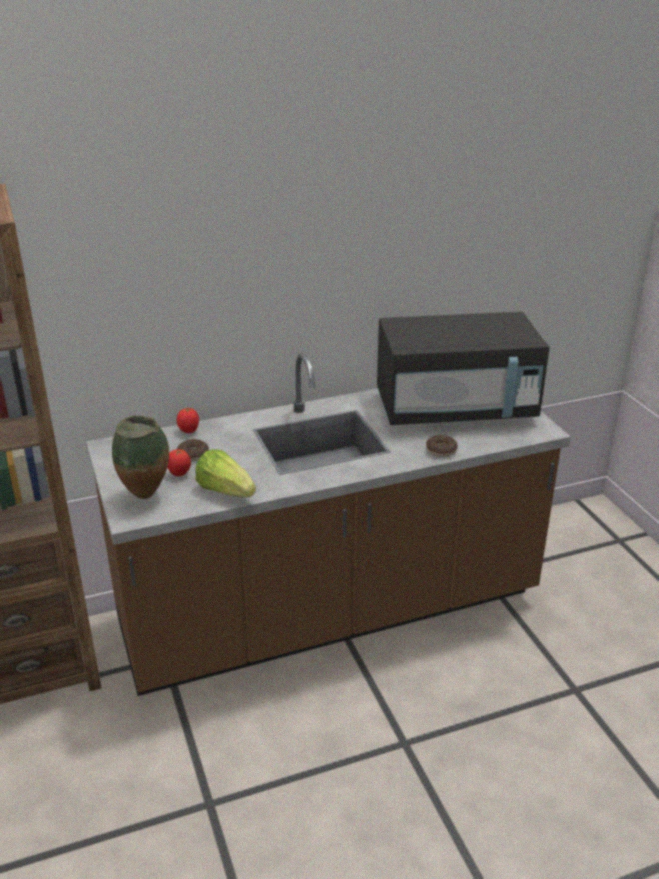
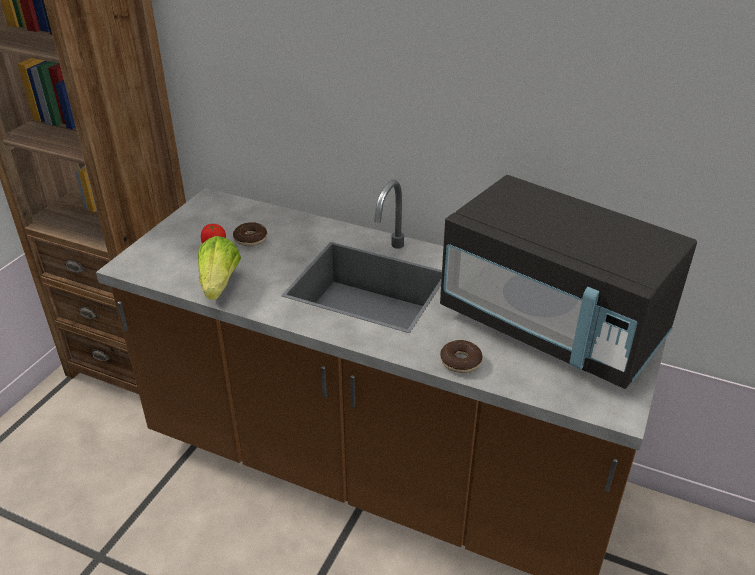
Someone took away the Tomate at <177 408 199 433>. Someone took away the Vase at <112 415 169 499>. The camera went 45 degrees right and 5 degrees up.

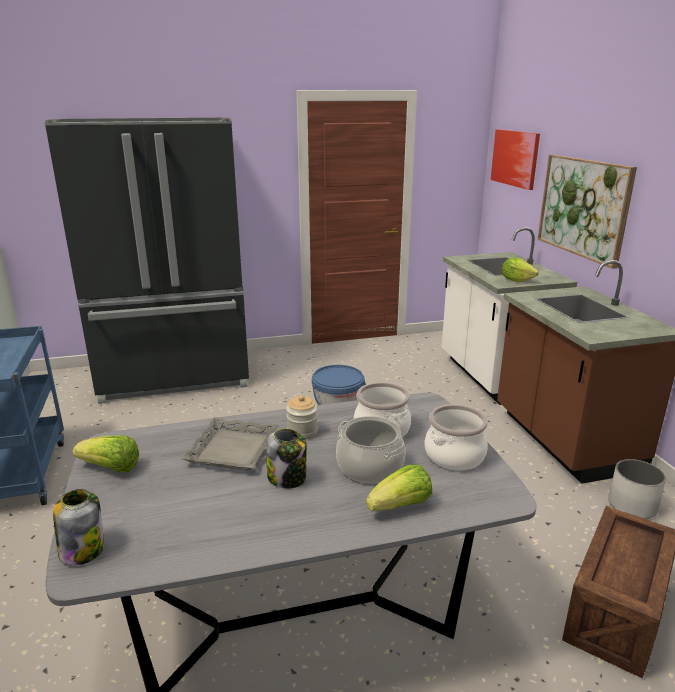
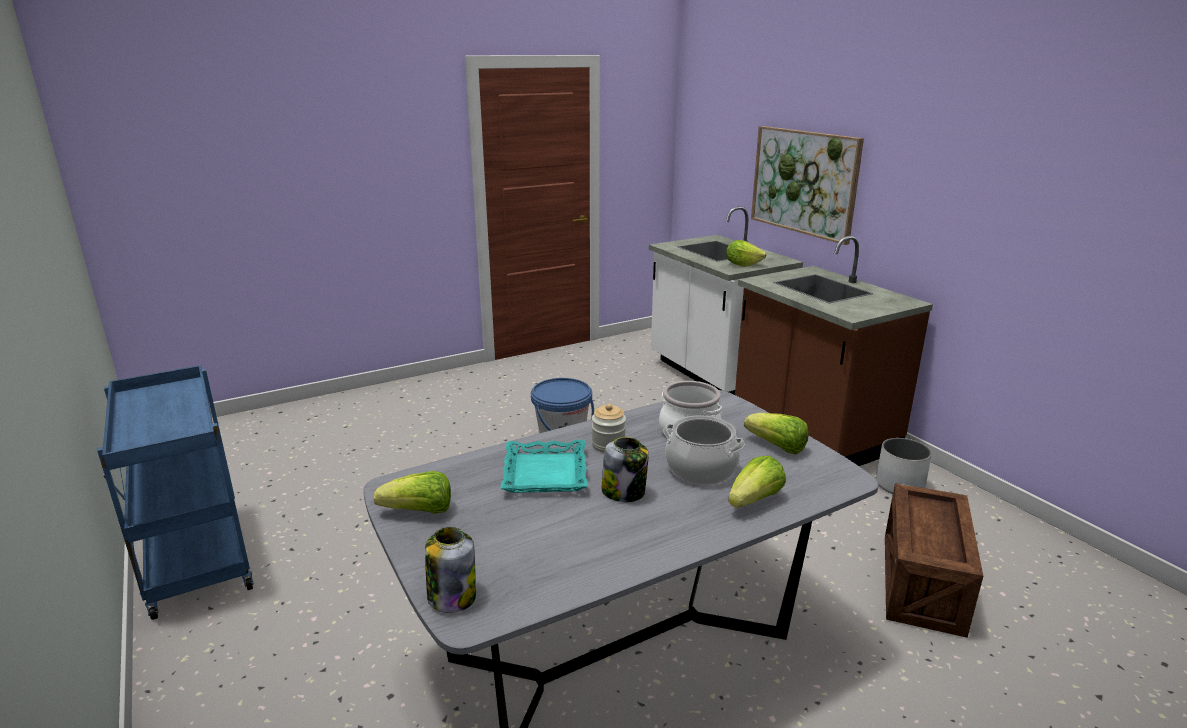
Someone took away the Kühlschrank [schwarz] at <45 118 249 404>. Someone took away the Bild at <491 129 540 190>. Someone swapped the Kochtopf at <425 404 488 470> for the Salatkopf at <744 413 809 455>. Someone repainted the Tablett [grau] at <180 417 279 471>, which became the Tablett [türkis] at <500 440 588 493>. The camera went 15 degrees left and 0 degrees up.

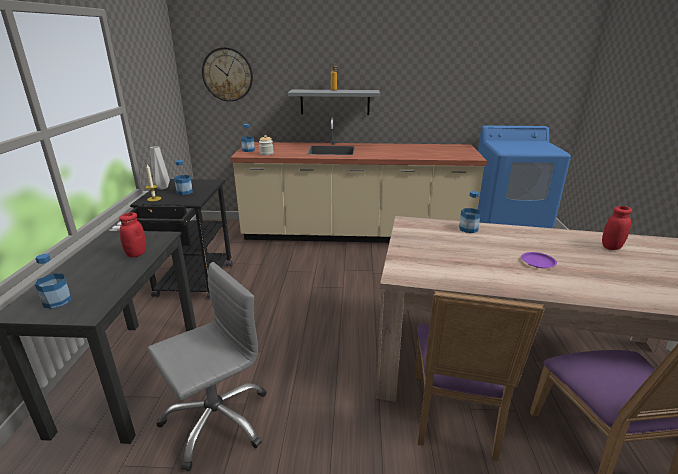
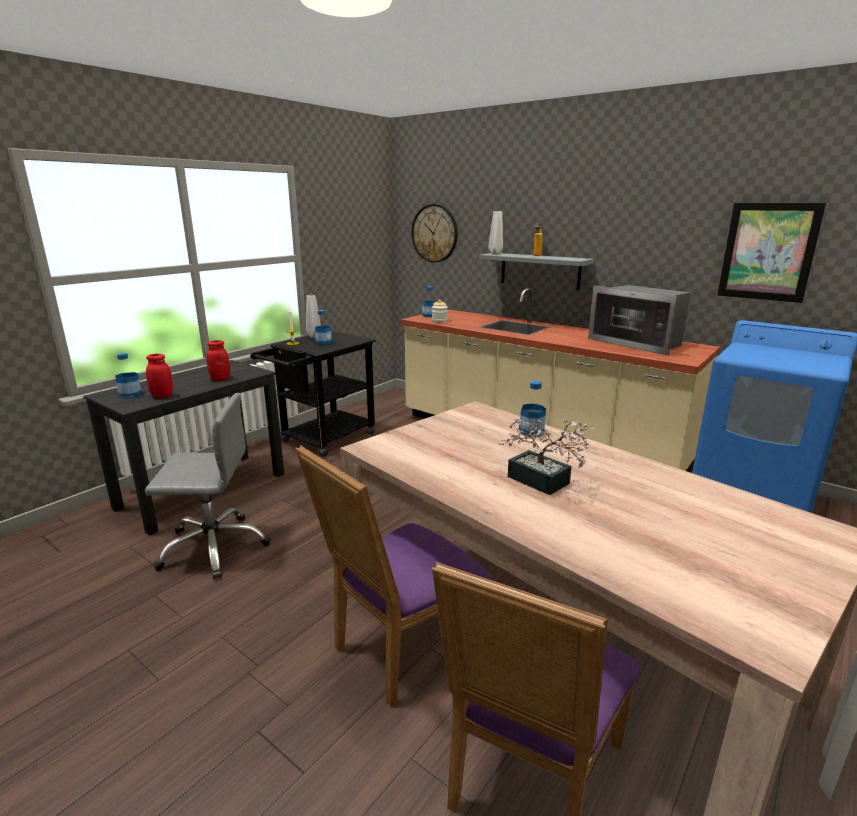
Someone carried the Vorratsglas [rot] from <602 206 632 250> to <146 354 173 398>. Someone swapped the Teller [lila] at <521 252 557 268> for the Topfpflanze at <498 419 595 495>. Someone put up the Bild at <717 202 826 303>. Someone put down the Vase [grau] at <488 211 503 255>. Someone put down the Mikrowelle at <588 285 690 356>. The camera went 35 degrees right and 5 degrees down.

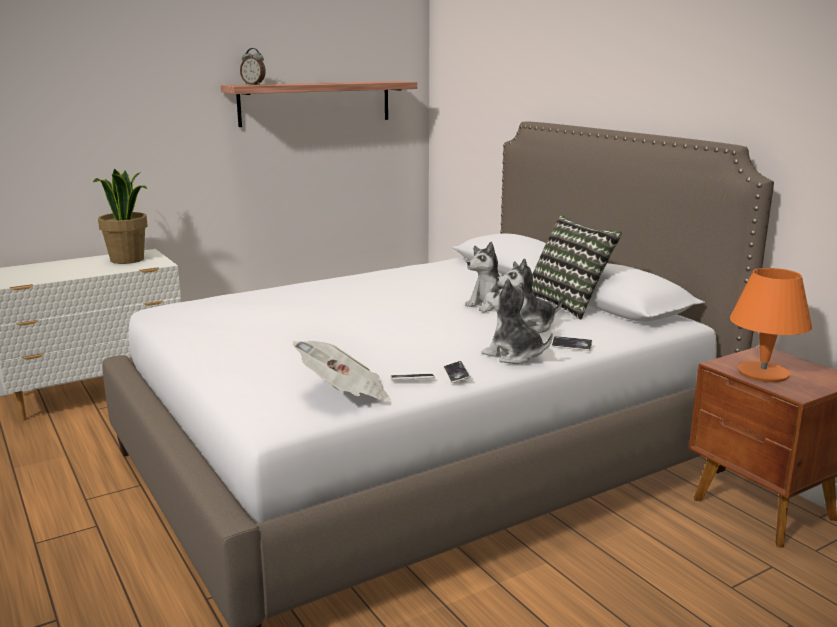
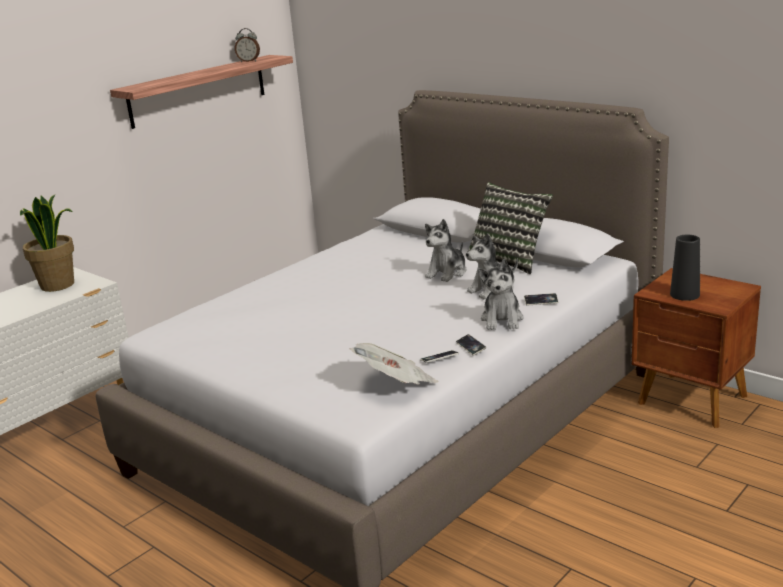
Someone carried the Wecker from <240 48 266 85> to <235 28 260 62>. Someone swapped the Tischlampe [orange] at <730 268 812 383> for the Vase [schwarz] at <670 235 700 301>. Someone rotated the Plüschtier at <481 278 553 364> by 105 degrees counterclockwise. The camera went 15 degrees left and 5 degrees up.

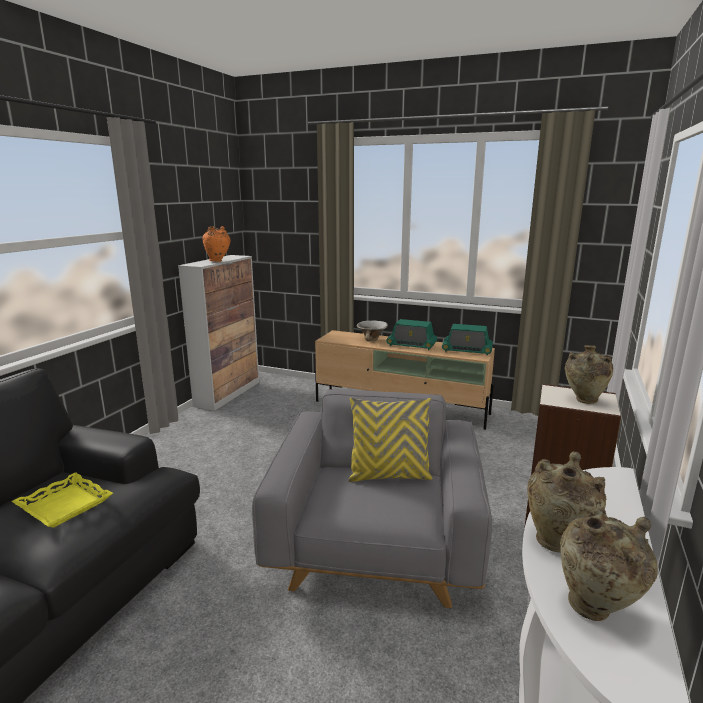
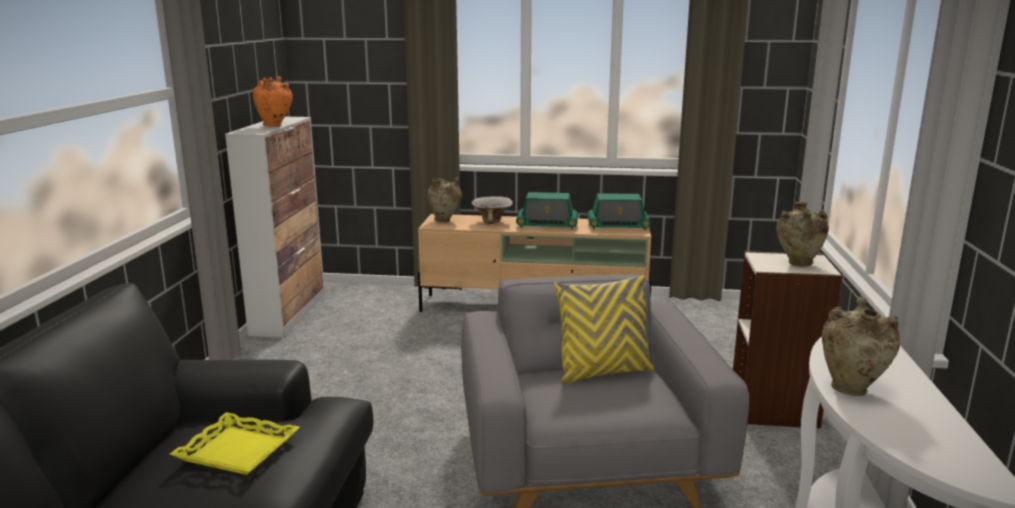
Someone carried the Vase [beige] from <560 506 658 621> to <428 177 462 222>. The camera went 15 degrees left and 0 degrees up.

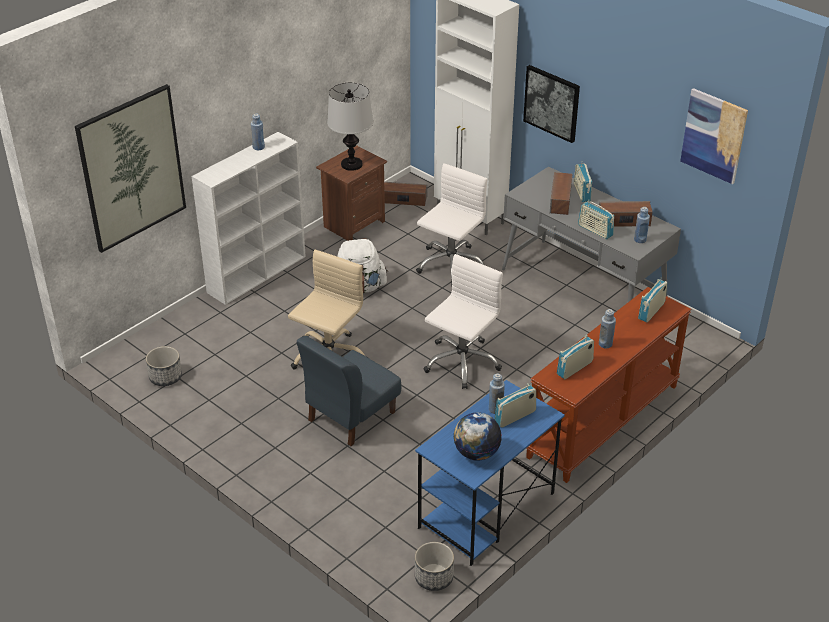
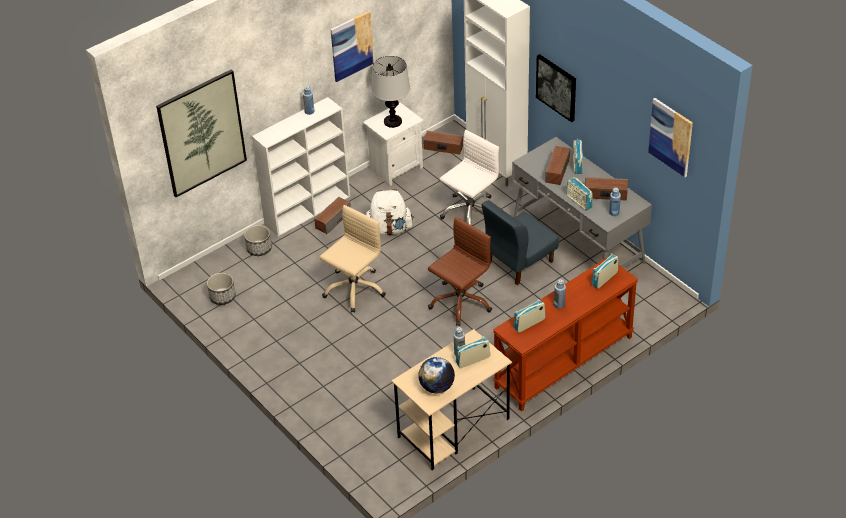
Someone repainted the Nachttisch [braun] at <316 145 387 241>, which became the Nachttisch [weiß] at <363 103 424 186>. Someone repainted the Bürostuhl [weiß] at <423 254 503 389>, which became the Bürostuhl [braun] at <428 217 492 326>. Someone carried the Stuhl [blau] from <297 336 401 446> to <481 200 559 285>. Someone repainted the Schreibtisch [blau] at <415 380 565 566>, which became the Schreibtisch [beige] at <392 329 512 470>. Someone carried the Pflanzkübel from <415 542 454 591> to <244 225 272 256>. Someone put up the Bild at <330 11 374 82>. Someone put down the Lautsprecher at <314 197 351 235>. The camera went 10 degrees right and 5 degrees up.

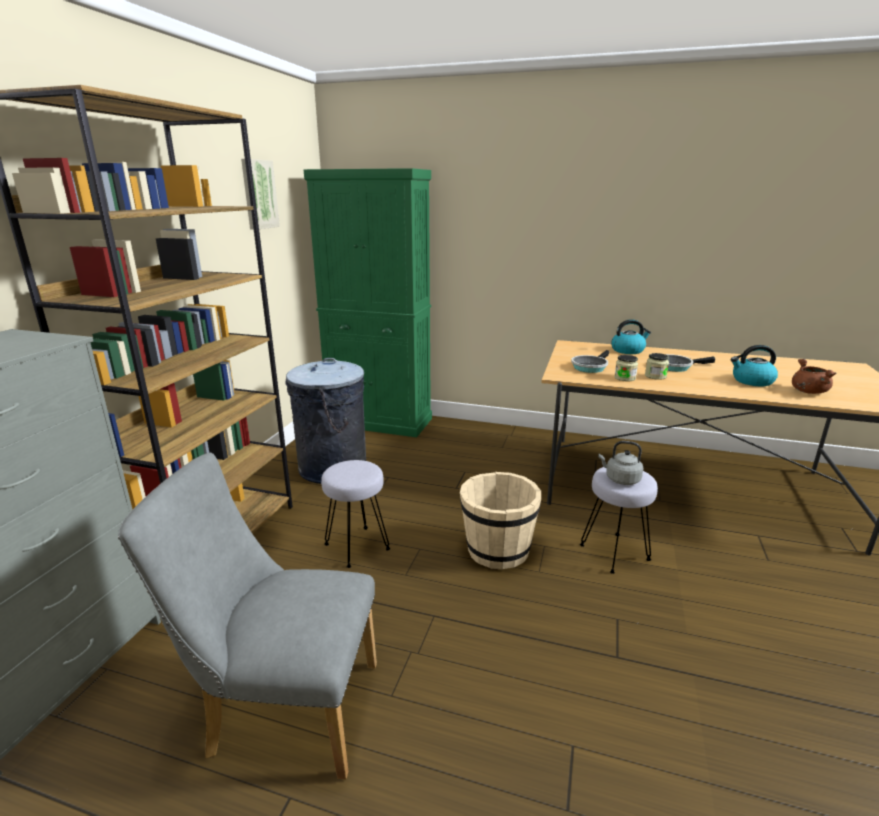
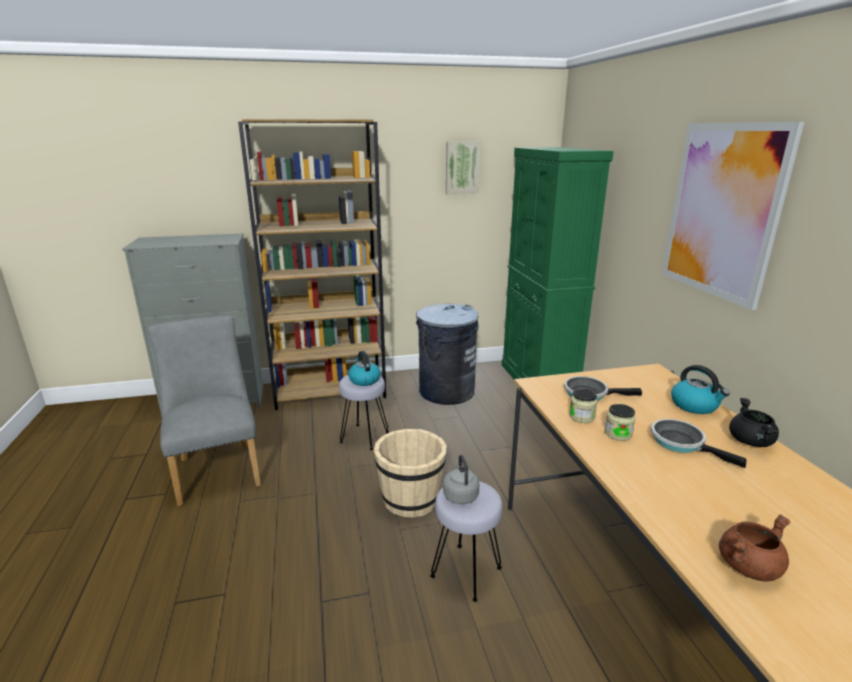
Someone carried the Wasserkessel from <731 345 778 386> to <348 351 381 386>. Someone put up the Bild at <662 122 804 310>. Someone put down the Kochtopf [schwarz] at <729 398 779 447>. The camera went 60 degrees right and 0 degrees up.

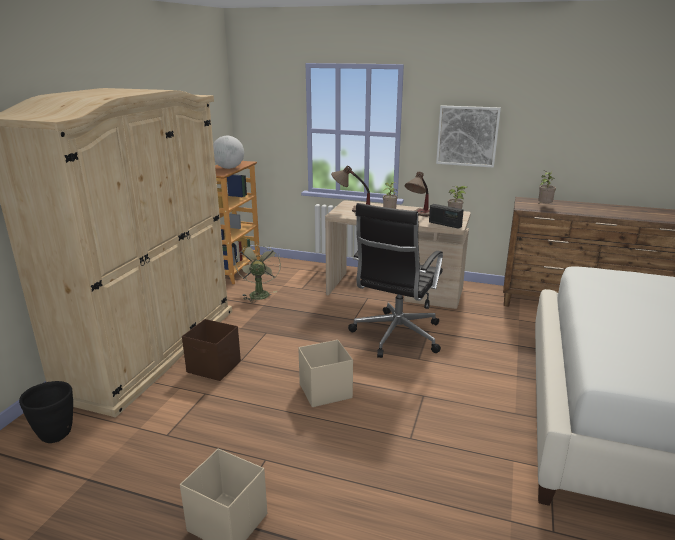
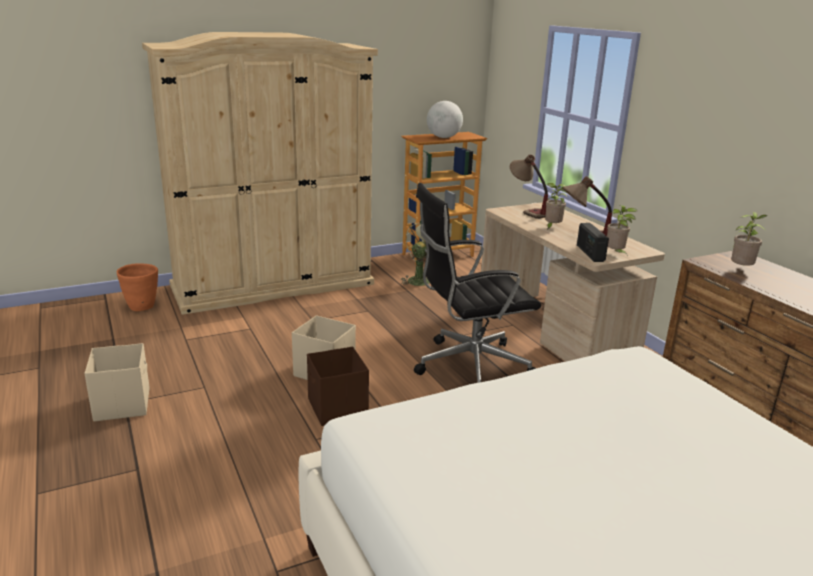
Someone took away the Bild at <436 105 501 168>. Someone carried the Aufbewahrungsbox [braun] from <182 319 241 381> to <307 347 369 426>. Someone repainted the Pflanzkübel [schwarz] at <19 381 73 443>, which became the Pflanzkübel [orange] at <117 263 158 311>. The camera went 45 degrees right and 0 degrees up.

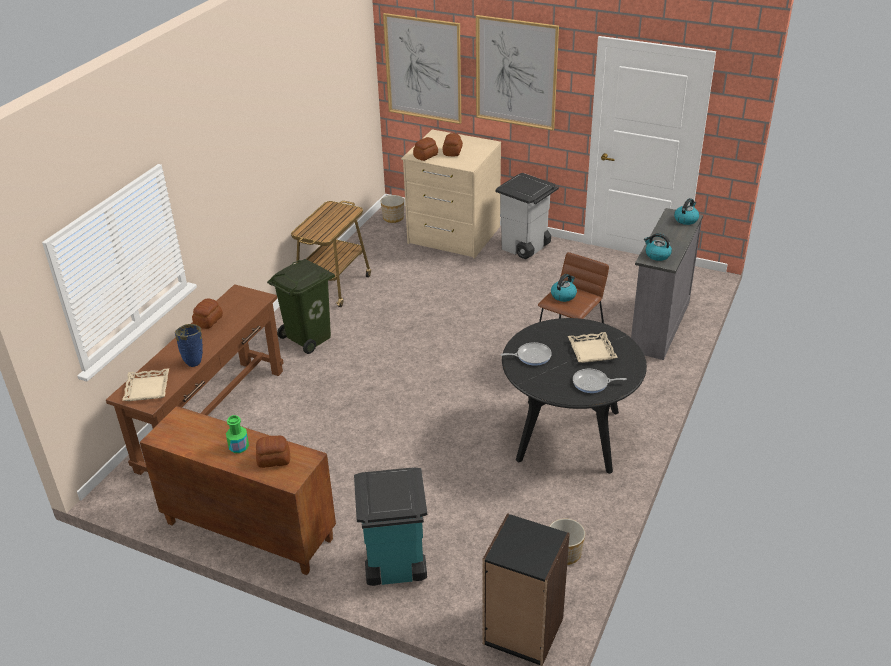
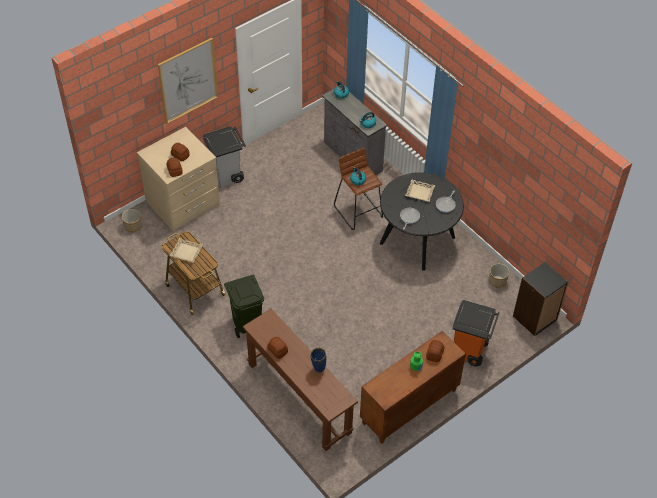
Someone took away the Bild at <383 13 462 124>. Someone carried the Tablett [beige] from <122 368 169 401> to <169 238 203 263>. Someone repainted the Mülleimer [türkis] at <354 467 427 586>, which became the Mülleimer [orange] at <453 300 500 367>. The camera went 65 degrees left and 15 degrees up.

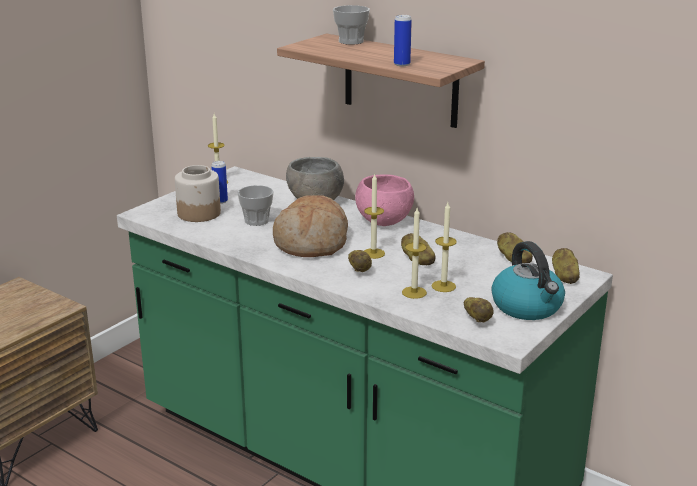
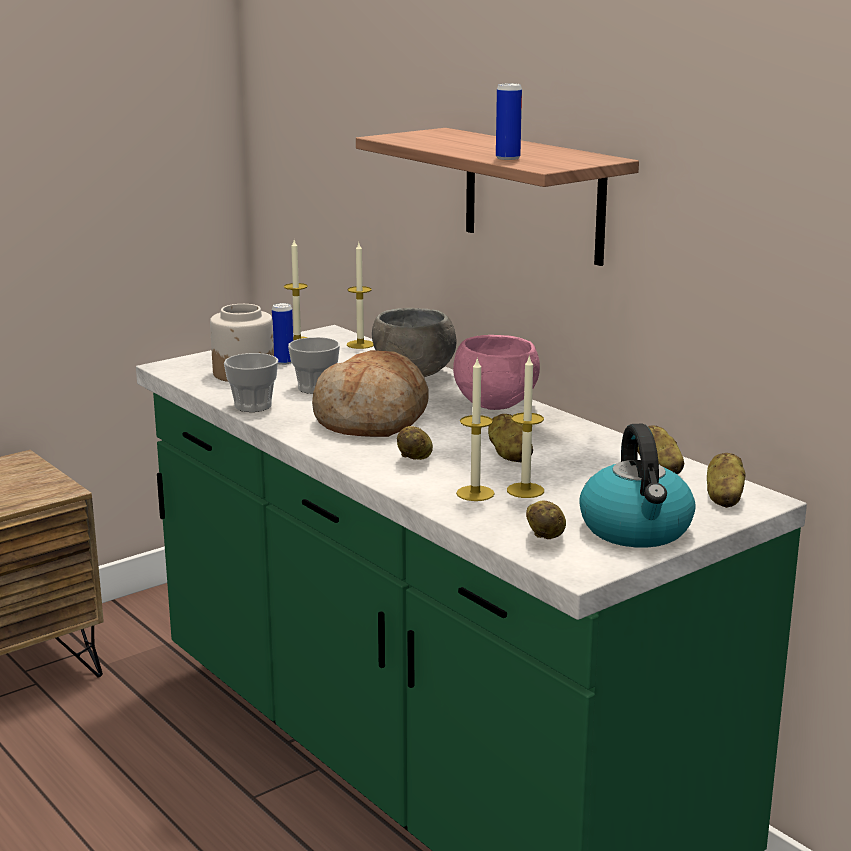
Someone carried the Tasse from <333 5 370 45> to <224 353 278 412>. Someone carried the Kerze from <364 173 385 259> to <347 243 374 349>. The camera went 15 degrees right and 5 degrees down.

